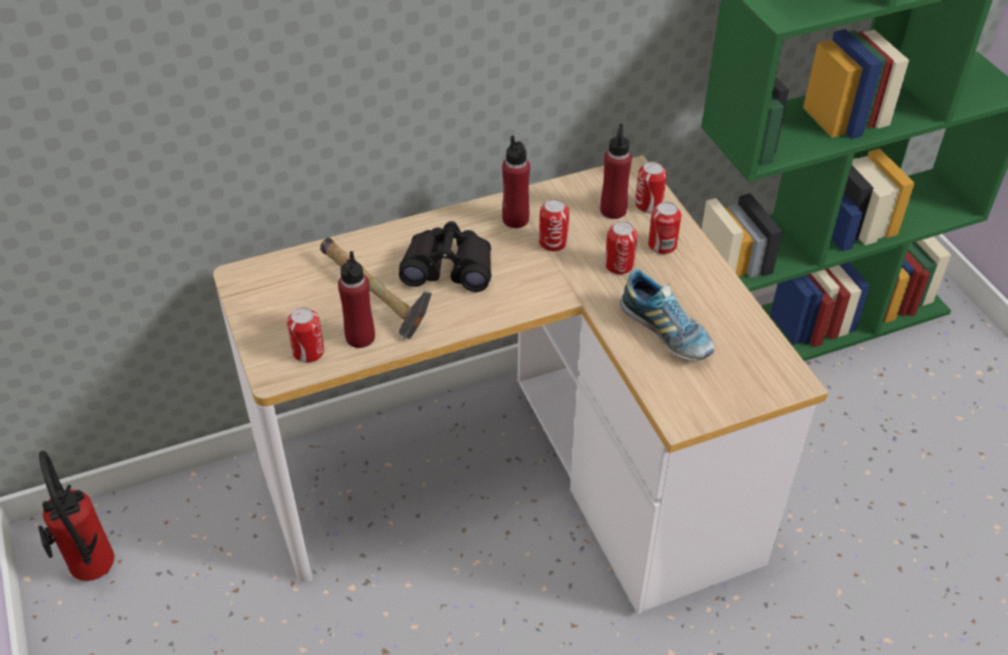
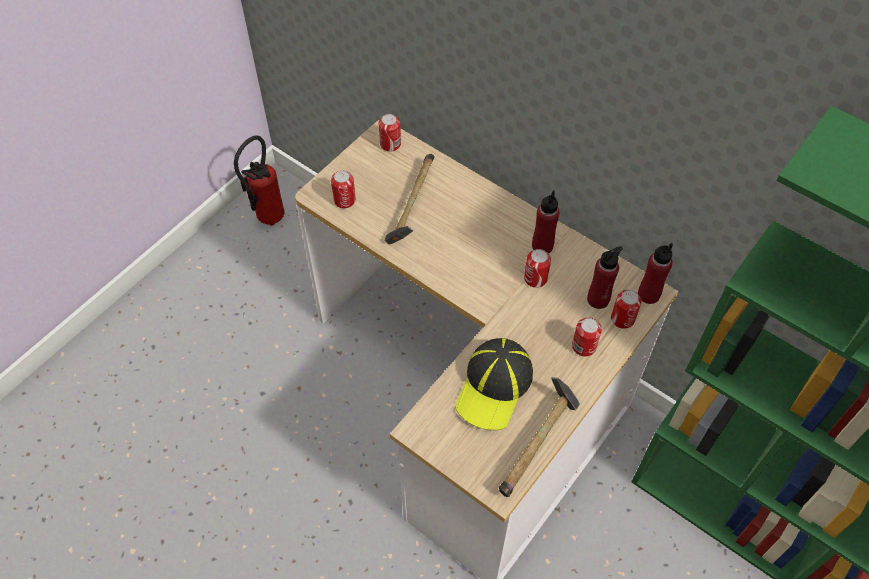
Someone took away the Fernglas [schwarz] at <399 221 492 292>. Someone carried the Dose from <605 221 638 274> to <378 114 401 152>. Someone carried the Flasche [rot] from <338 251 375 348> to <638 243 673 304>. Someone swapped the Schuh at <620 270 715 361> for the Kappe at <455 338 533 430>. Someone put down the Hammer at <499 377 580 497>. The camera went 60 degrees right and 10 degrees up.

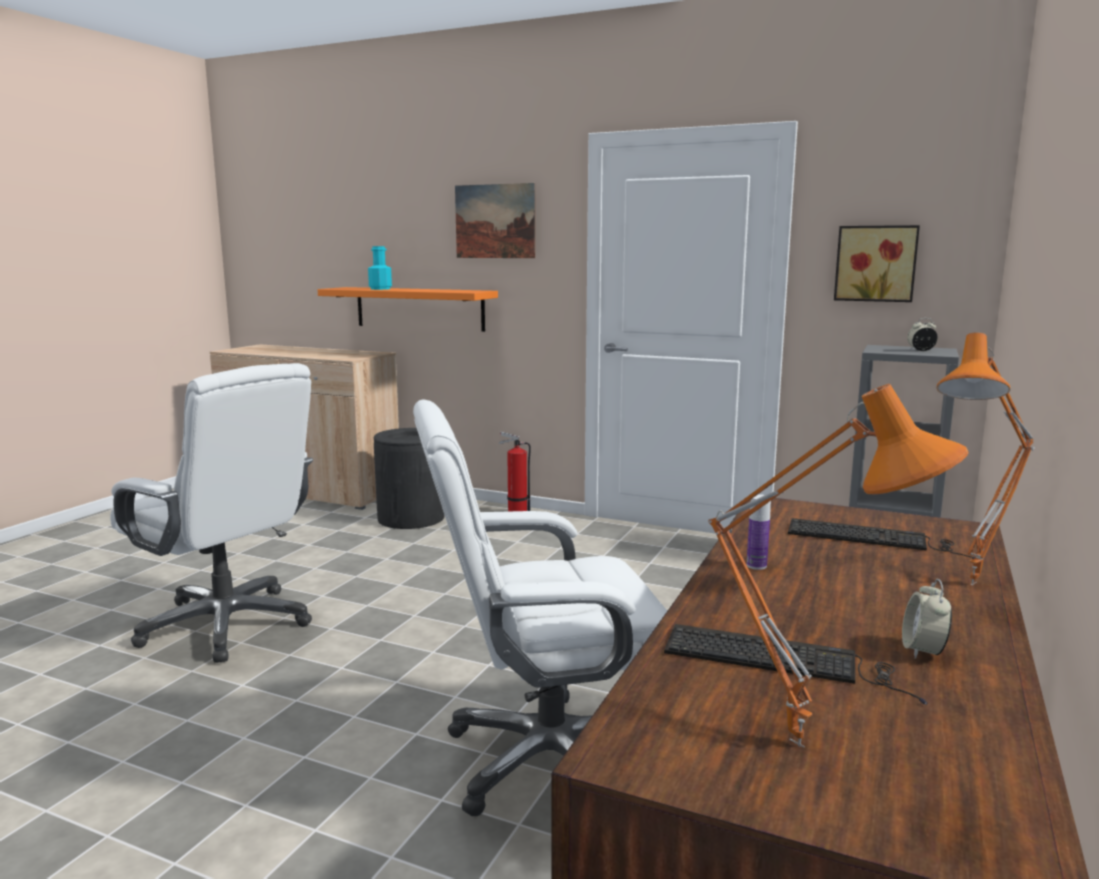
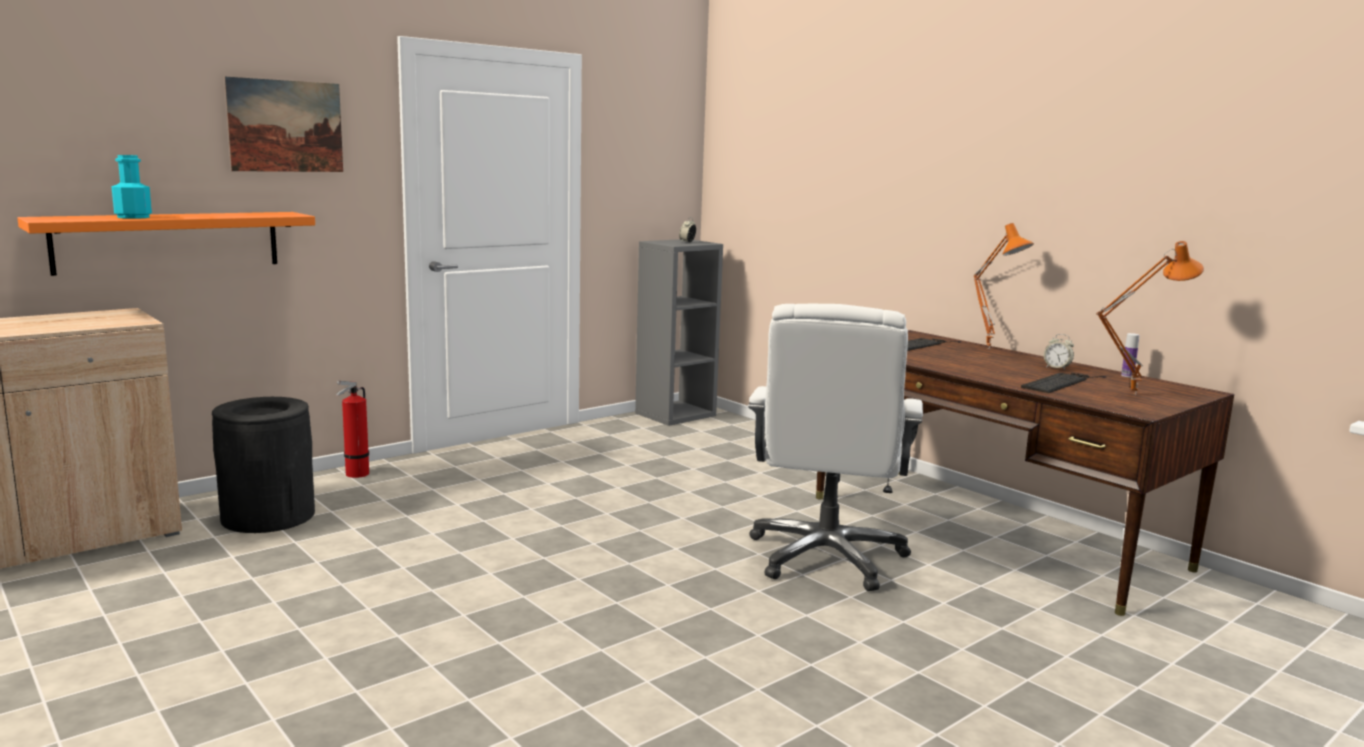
Someone took away the Bild at <834 225 920 302>. Someone took away the Bürostuhl [weiß] at <110 363 313 663>. Someone carried the Flasche from <747 494 771 570> to <1121 333 1139 377>. The camera went 65 degrees left and 0 degrees up.

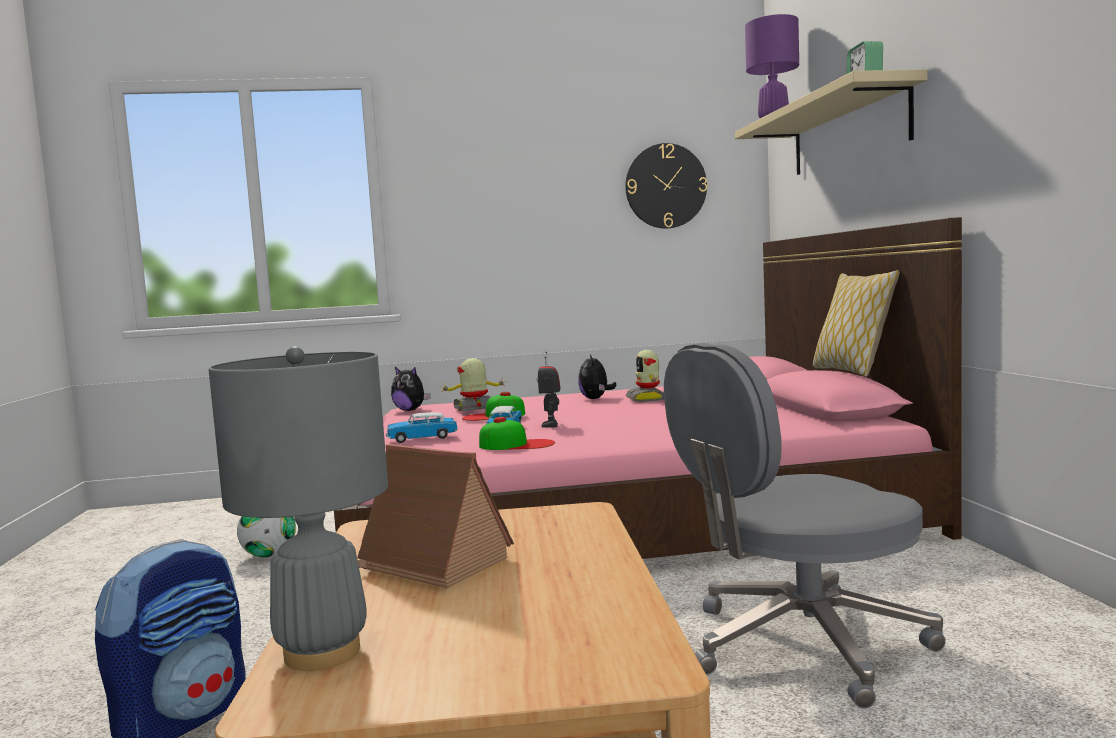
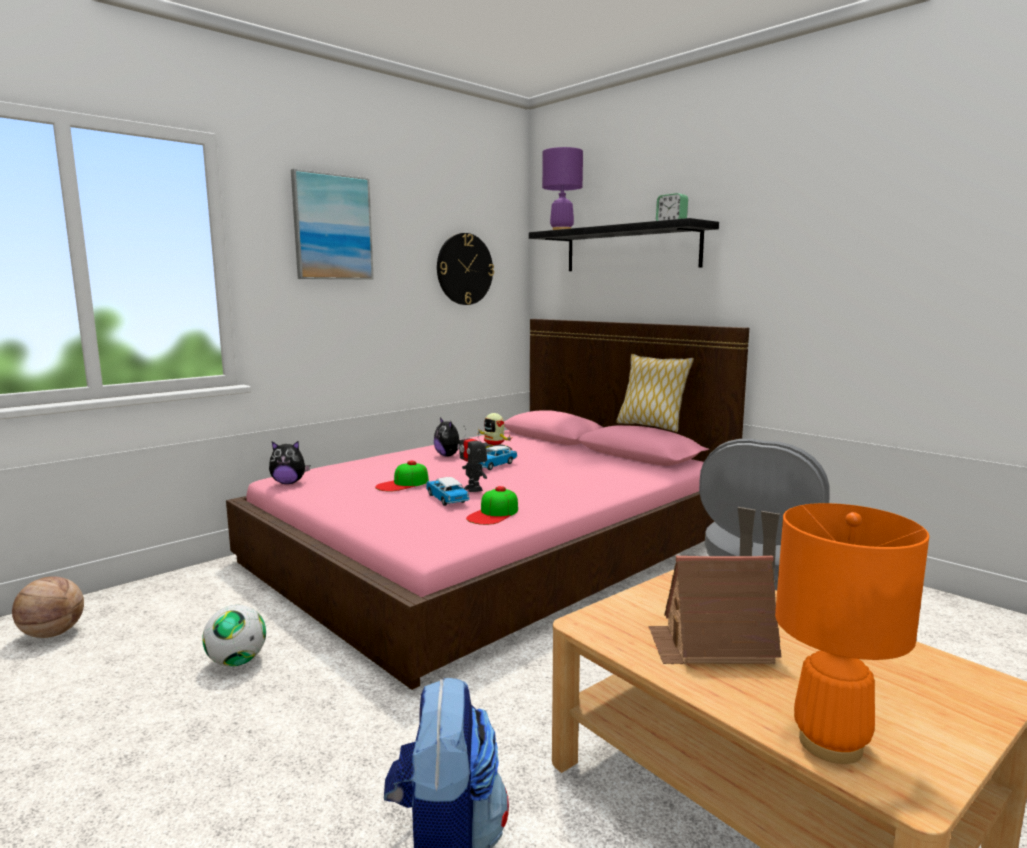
Someone repainted the Wandregal [beige] at <735 69 927 175>, which became the Wandregal [schwarz] at <529 218 719 271>. Someone repainted the Tischlampe [grau] at <208 347 388 671>, which became the Tischlampe [orange] at <775 503 929 764>. Someone took away the Spielzeugroboter at <441 358 505 411>. Someone carried the Spielzeugauto from <386 412 458 443> to <479 446 518 470>. Someone rotated the Kappe at <479 417 555 450> by 150 degrees clockwise. Someone put up the Bild at <291 169 374 280>. Someone put down the Basketball at <12 577 84 638>. The camera went 35 degrees left and 5 degrees up.

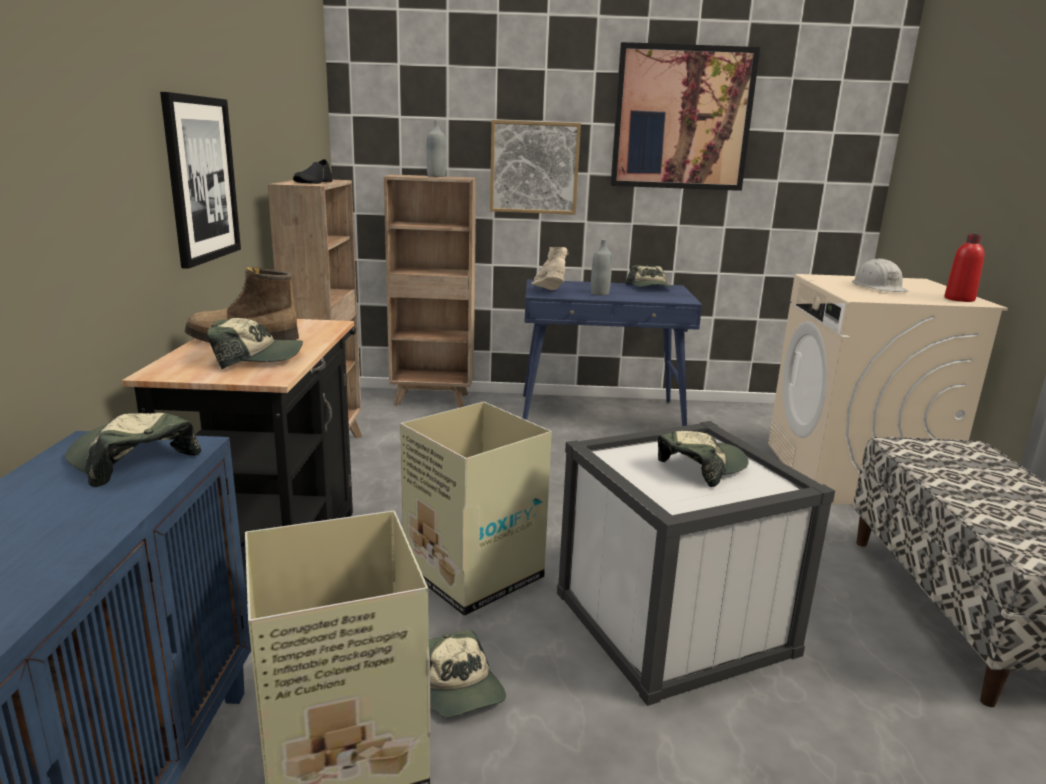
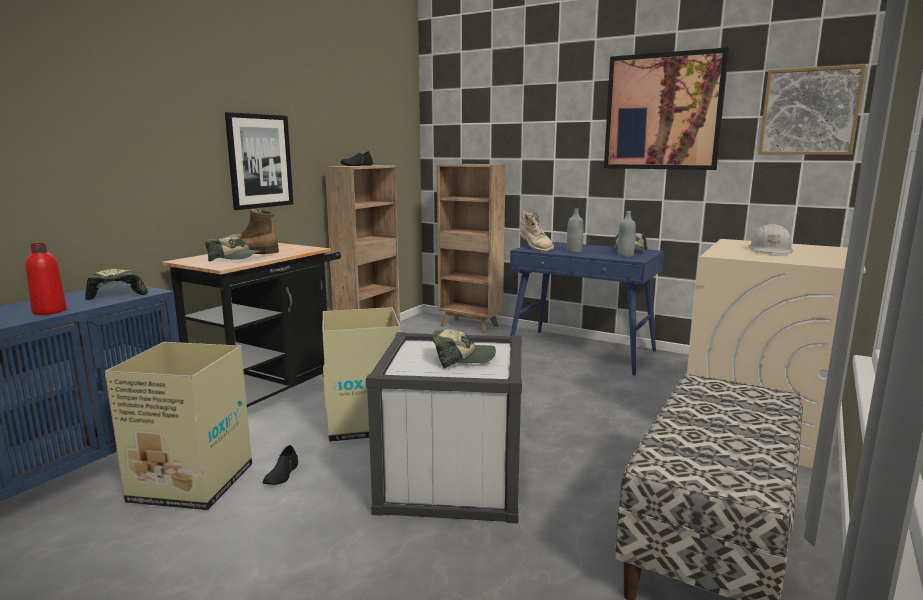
Someone carried the Flasche [grau] from <426 120 446 177> to <618 211 636 257>. Someone carried the Bild from <490 120 581 215> to <758 64 866 155>. Someone carried the Flasche [rot] from <944 234 985 302> to <25 243 67 315>. Someone rotated the Stiefel [beige] at <531 247 569 290> by 135 degrees clockwise. Someone swapped the Kappe at <429 629 506 718> for the Schuh [schwarz] at <263 445 298 485>. The camera went 30 degrees right and 5 degrees down.

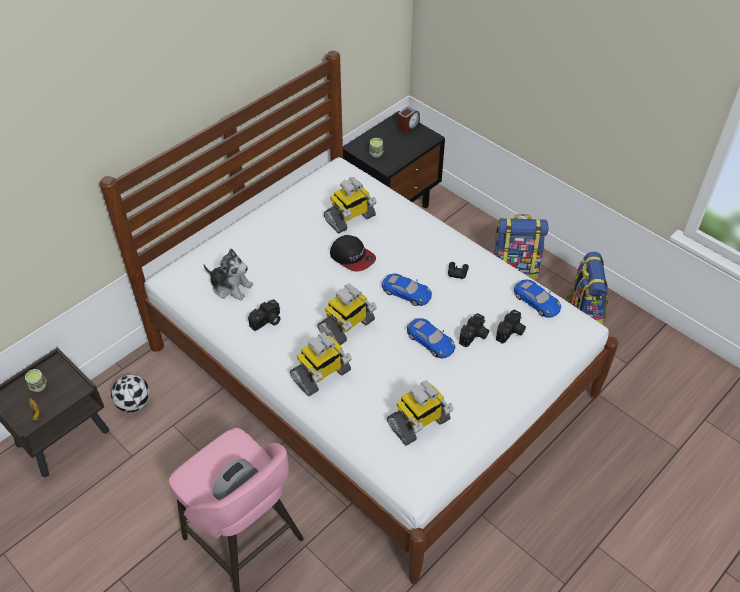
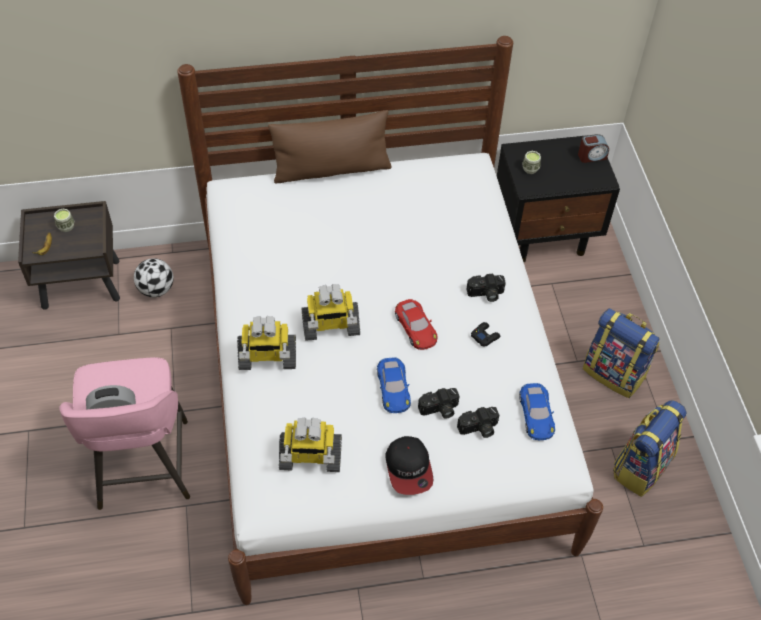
Someone took away the Spielzeugroboter at <324 177 377 234>. Someone carried the Kappe from <330 235 376 272> to <385 436 433 495>. Someone took away the Plüschtier at <204 249 253 301>. Someone repainted the Spielzeugauto [blau] at <382 273 432 306>, which became the Spielzeugauto [rot] at <395 299 438 350>. Someone carried the Kamera from <248 299 280 331> to <467 274 506 302>. Someone put down the Kissen [braun] at <268 110 391 183>. The camera went 35 degrees right and 5 degrees up.

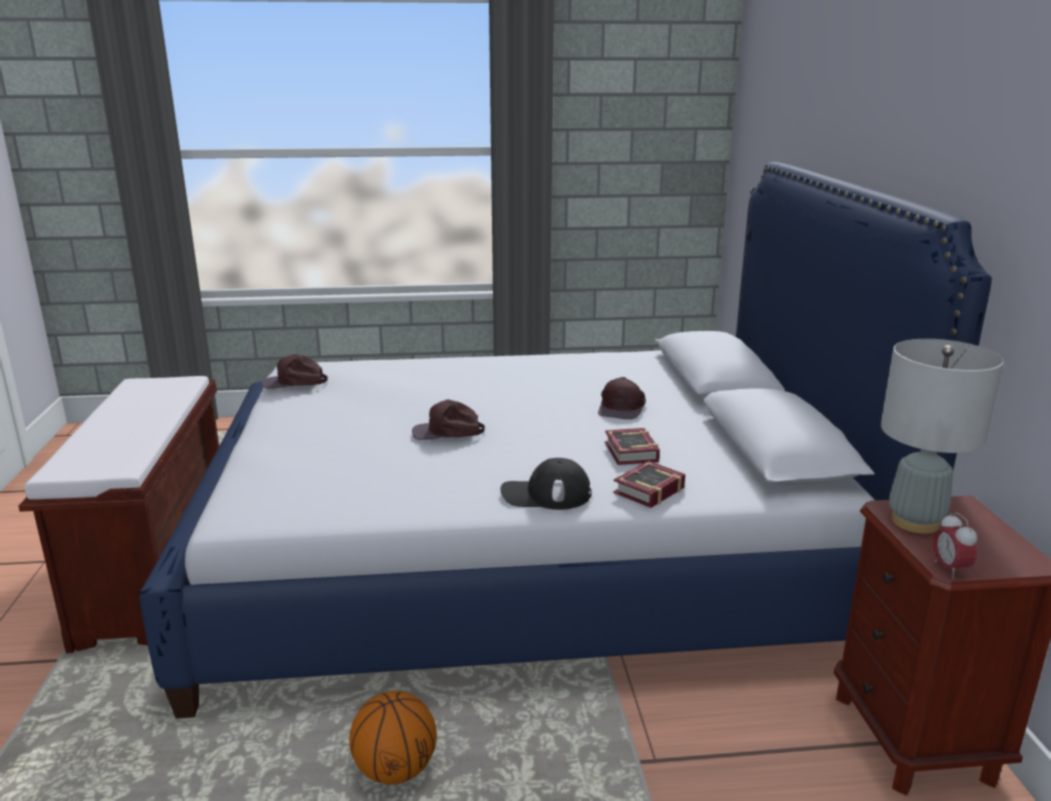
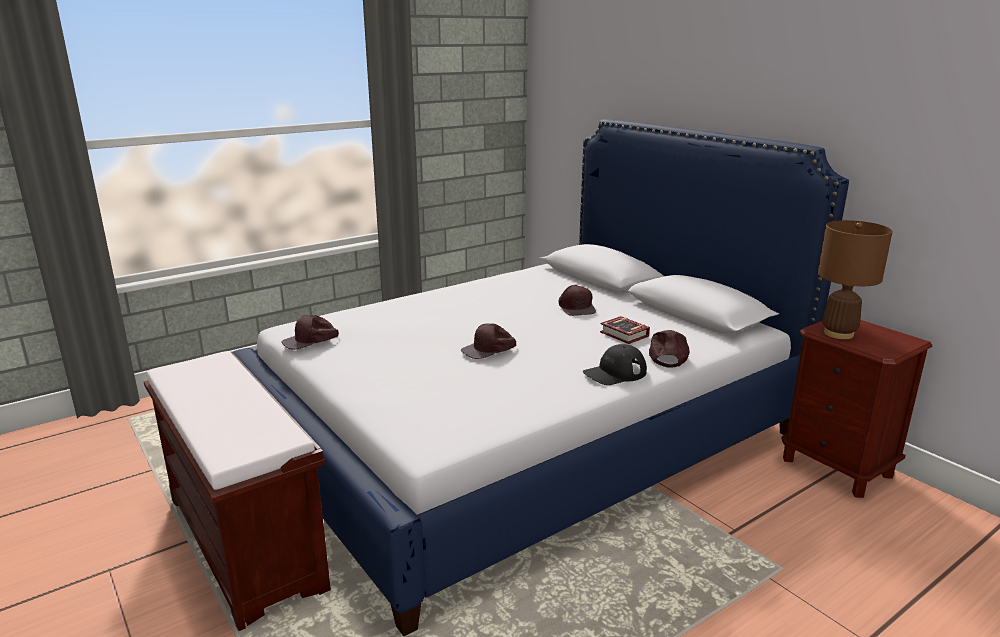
Someone repainted the Tischlampe [grau] at <881 339 1004 534>, which became the Tischlampe [braun] at <818 220 893 339>. Someone swapped the Buch at <613 461 685 508> for the Kappe [braun] at <649 330 689 367>. Someone took away the Wecker at <933 512 977 578>. Someone took away the Basketball at <349 691 437 785>. The camera went 30 degrees left and 0 degrees up.

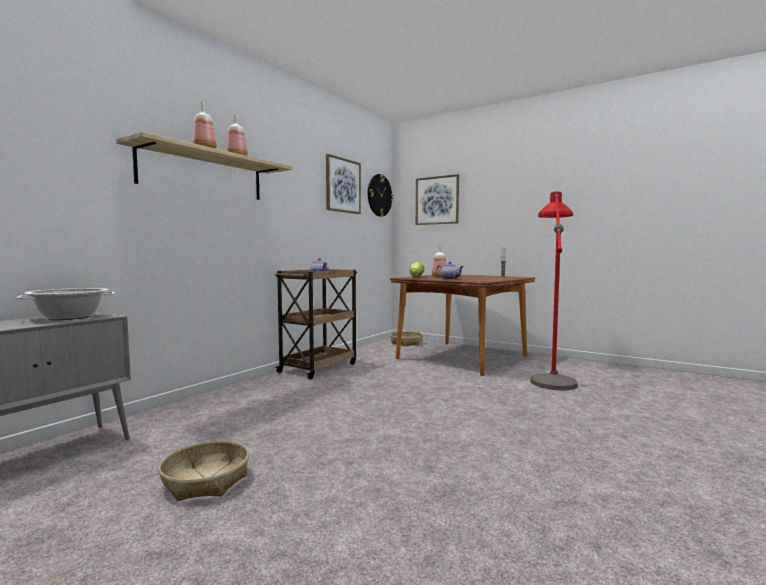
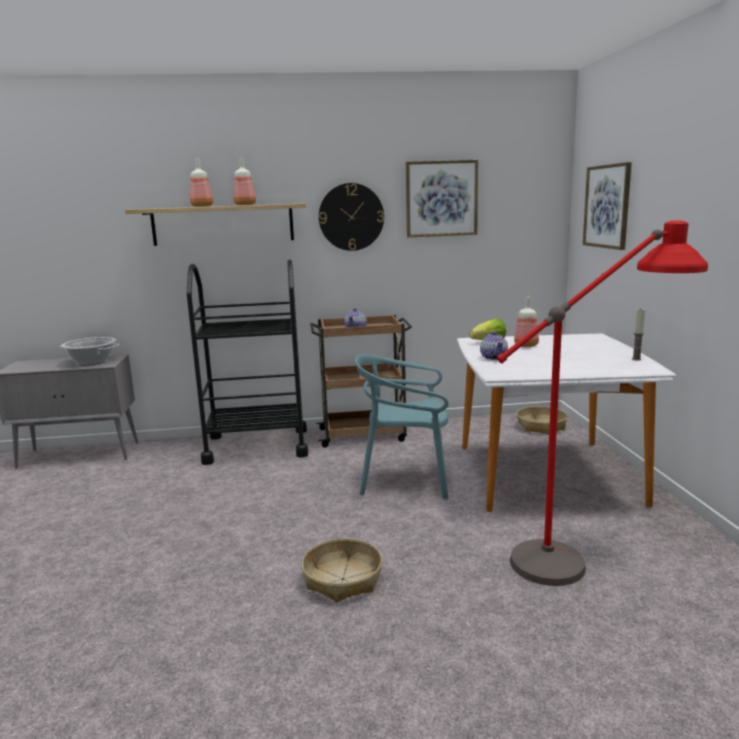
Someone carried the Wanduhr from <368 174 393 217> to <319 183 384 251>. Someone repainted the Esstisch [braun] at <390 275 535 376>, which became the Esstisch [weiß] at <457 333 676 512>. Someone carried the Korb from <159 441 249 501> to <302 539 382 602>. Someone put down the Rollwagen [schwarz] at <187 259 309 465>. Someone put down the Stuhl [türkis] at <355 354 448 499>. The camera went 50 degrees right and 10 degrees up.

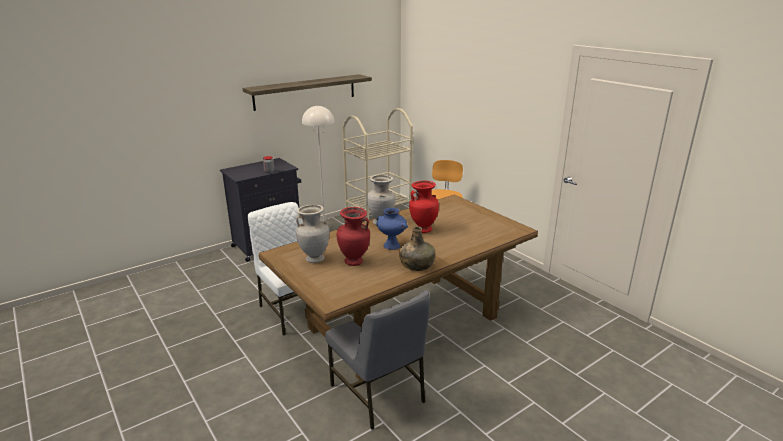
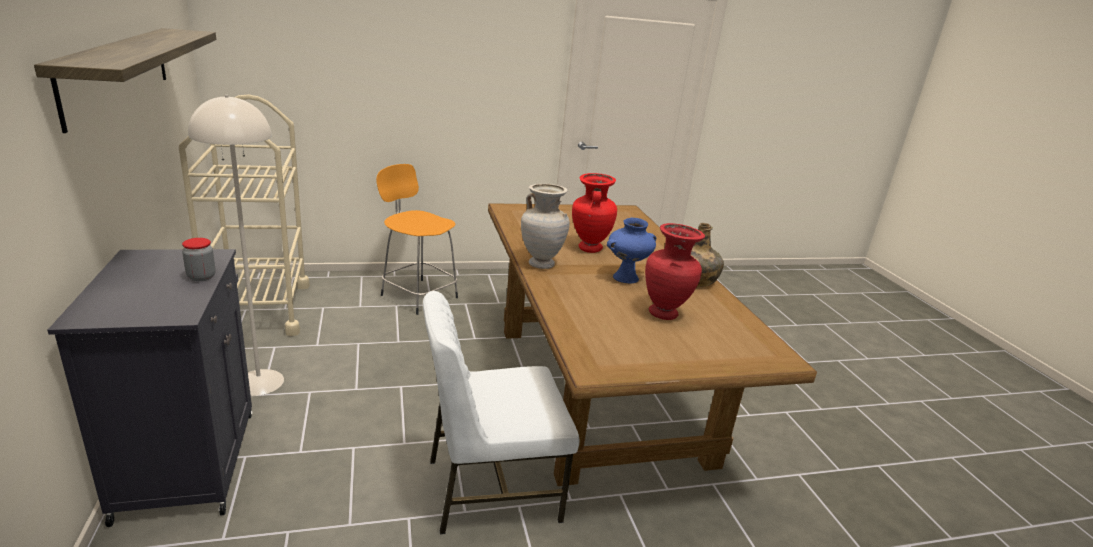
Someone took away the Vase [beige] at <296 205 329 263>. Someone took away the Stuhl [grau] at <325 290 430 430>. The camera went 70 degrees left and 0 degrees up.

